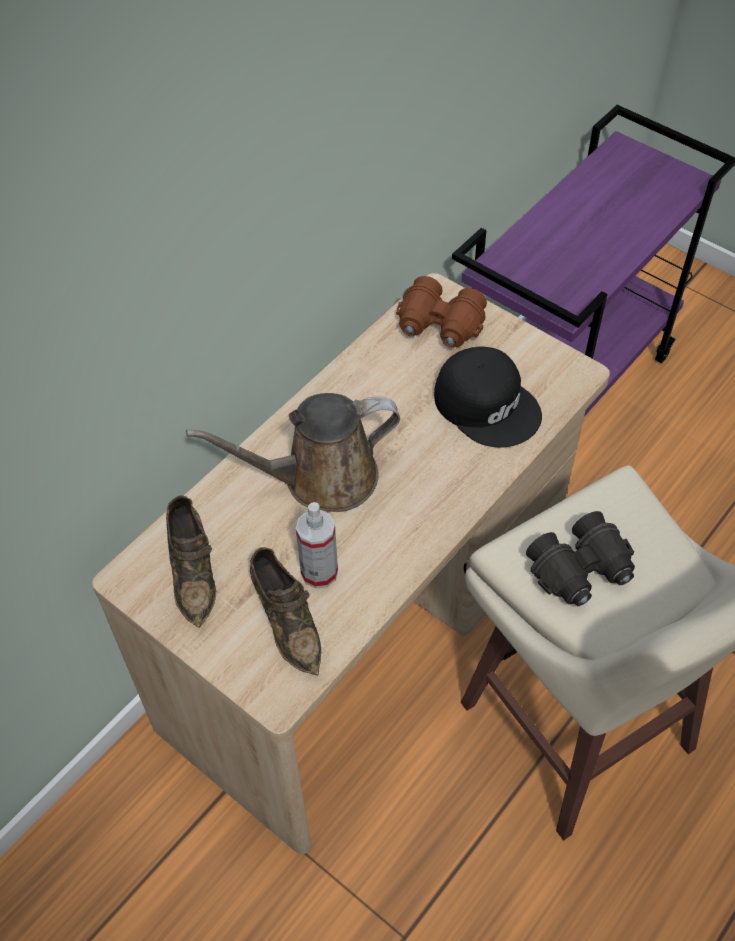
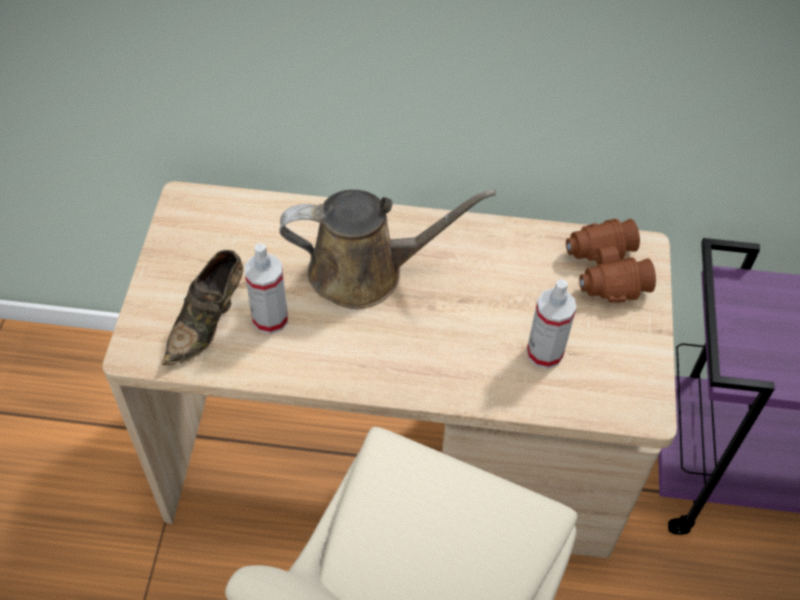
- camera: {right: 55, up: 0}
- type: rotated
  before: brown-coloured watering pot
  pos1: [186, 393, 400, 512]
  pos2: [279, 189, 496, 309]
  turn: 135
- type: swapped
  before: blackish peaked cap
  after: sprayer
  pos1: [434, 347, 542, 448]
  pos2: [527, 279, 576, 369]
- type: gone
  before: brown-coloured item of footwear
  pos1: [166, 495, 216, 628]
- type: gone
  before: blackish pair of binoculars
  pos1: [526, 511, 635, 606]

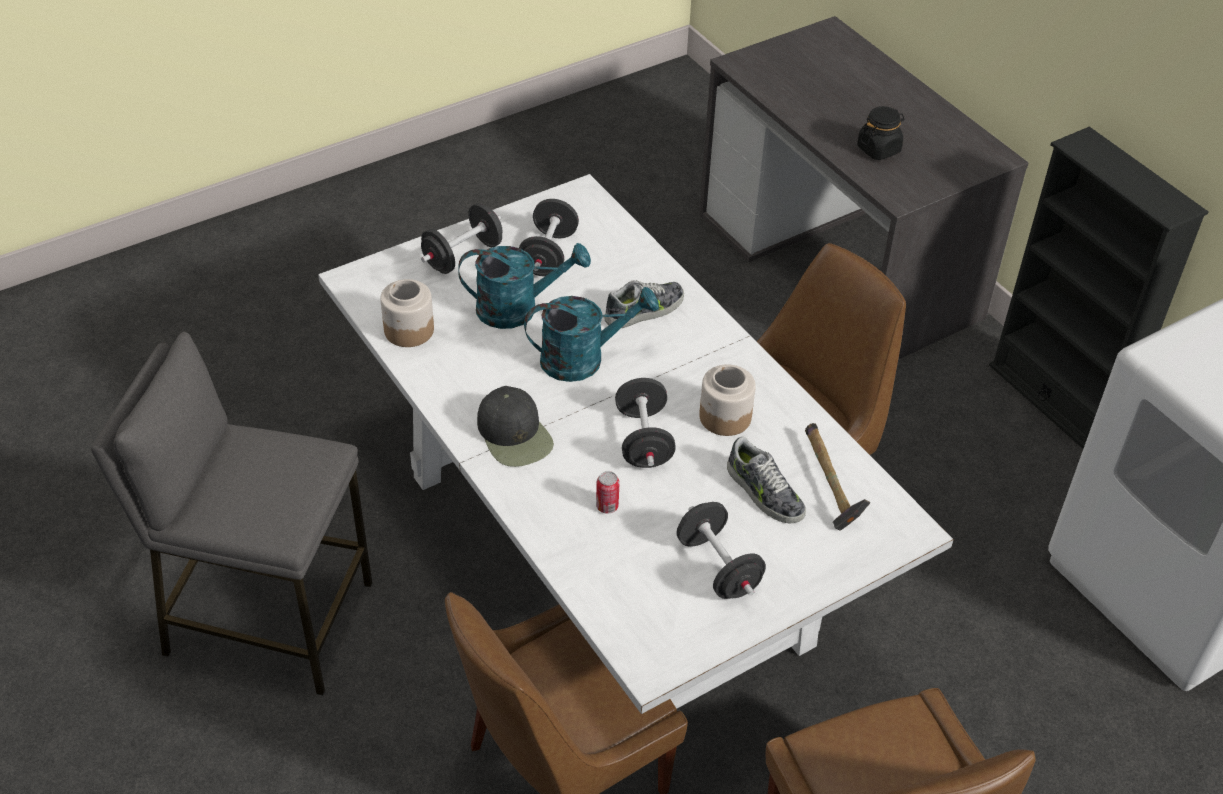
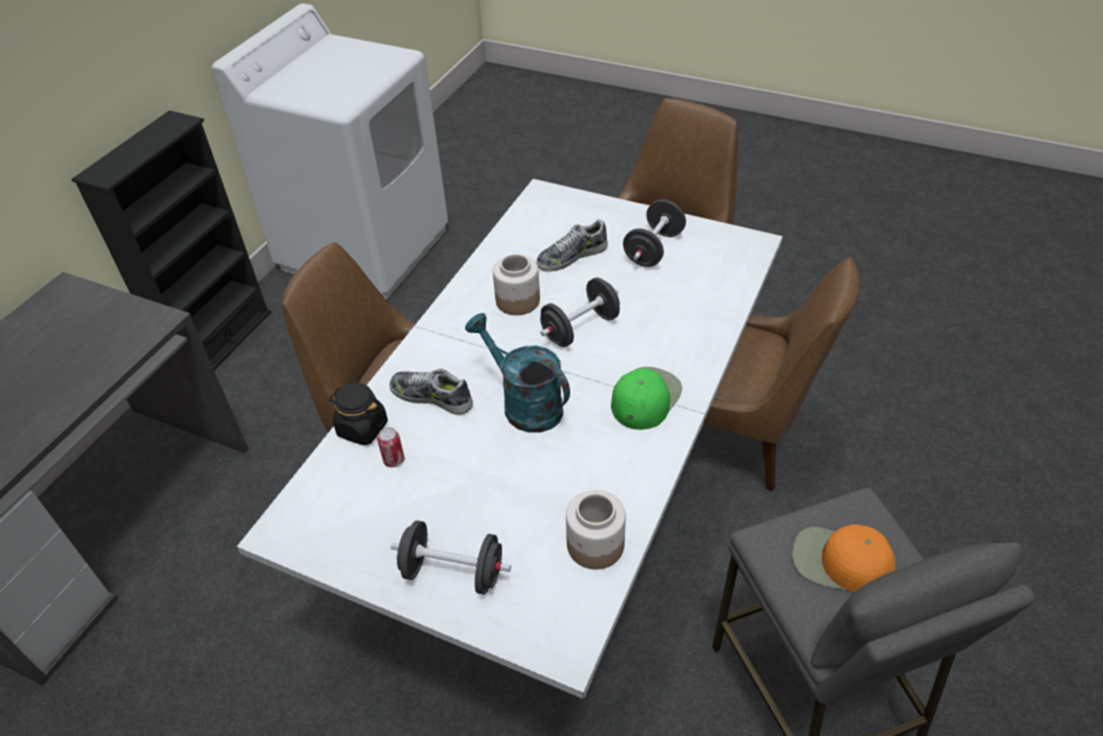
- camera: {right: -120, up: 0}
- type: shifted
  before: blackish preserve jar
  pos1: [857, 106, 904, 160]
  pos2: [329, 383, 388, 446]
- type: shifted
  before: can
  pos1: [596, 471, 620, 514]
  pos2: [377, 427, 404, 467]
- type: rotated
  before: item of footwear
  pos1: [727, 437, 806, 524]
  pos2: [537, 219, 608, 272]
  turn: -135
- type: repainted
  before: blackish peaked cap
  after: green-coloured peaked cap
  pos1: [477, 386, 554, 467]
  pos2: [611, 367, 682, 430]
- type: new
  after: orangey peaked cap
  pos2: [792, 524, 895, 592]
- type: gone
  before: blue-green watering pot
  pos1: [458, 243, 591, 329]
- type: gone
  before: blackish dumbbell
  pos1: [519, 199, 579, 277]
- type: gone
  before: tool hammer
  pos1: [805, 423, 870, 531]

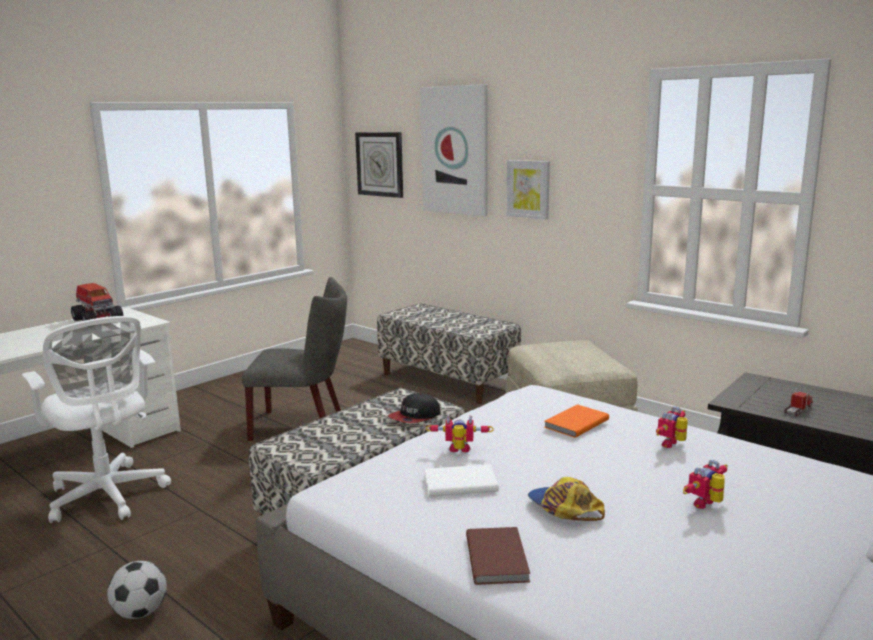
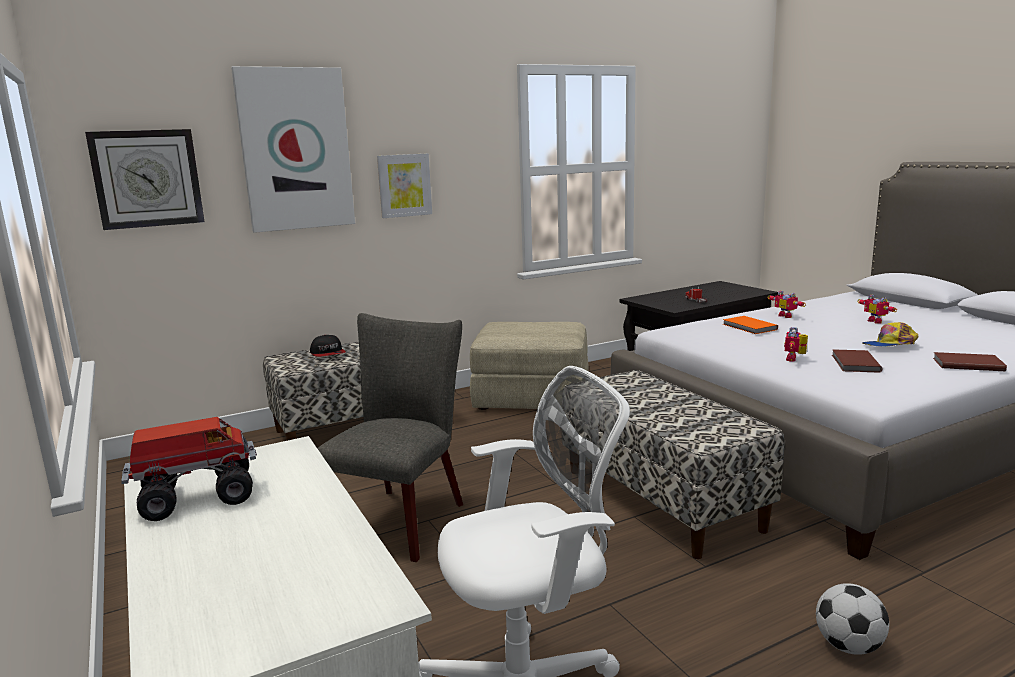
- camera: {right: -70, up: 0}
- type: shifted
  before: peaked cap
  pos1: [388, 393, 440, 423]
  pos2: [310, 335, 346, 357]
- type: repainted
  before: whitish volume
  after: brown-coloured volume
  pos1: [424, 464, 499, 497]
  pos2: [832, 349, 882, 373]

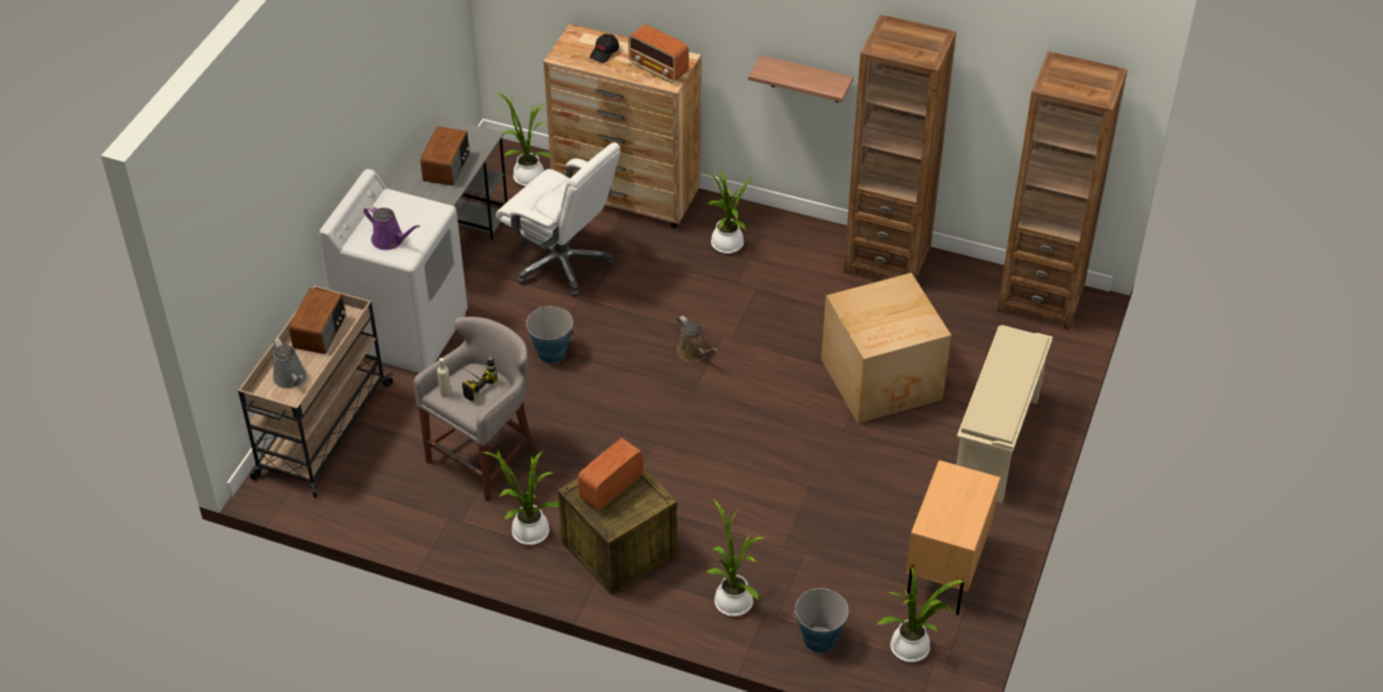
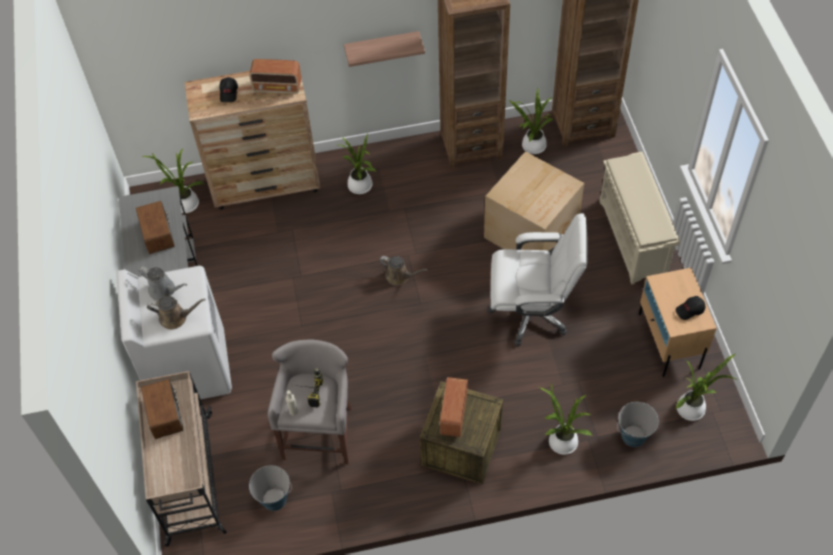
- camera: {right: -30, up: 10}
- type: shifted
  before: grey watering pot
  pos1: [273, 338, 307, 389]
  pos2: [138, 266, 187, 301]
- type: repainted
  before: purple watering pot
  after: brown-coloured watering pot
  pos1: [364, 205, 420, 250]
  pos2: [147, 296, 206, 330]
- type: shifted
  before: water bucket
  pos1: [526, 306, 574, 364]
  pos2: [249, 465, 292, 511]
- type: shifted
  before: whitish office chair
  pos1: [496, 142, 621, 297]
  pos2: [488, 213, 588, 346]
- type: shifted
  before: plant in a pot
  pos1: [483, 449, 559, 545]
  pos2: [509, 88, 553, 154]
- type: new
  after: blackish peaked cap
  pos2: [675, 296, 705, 320]

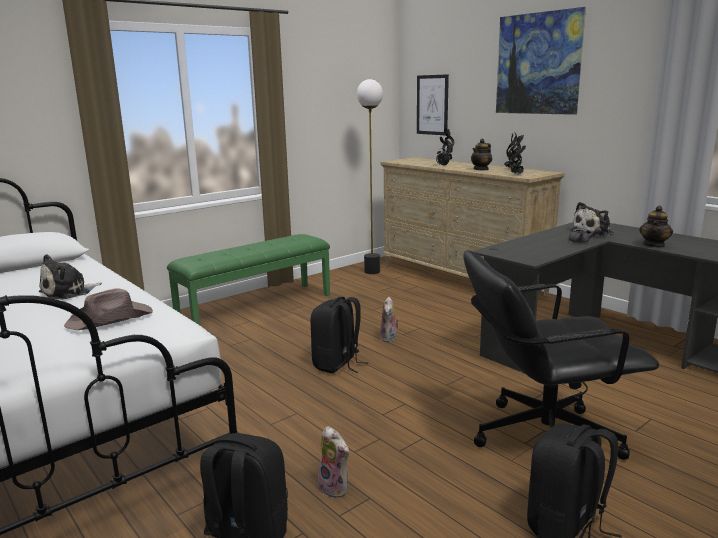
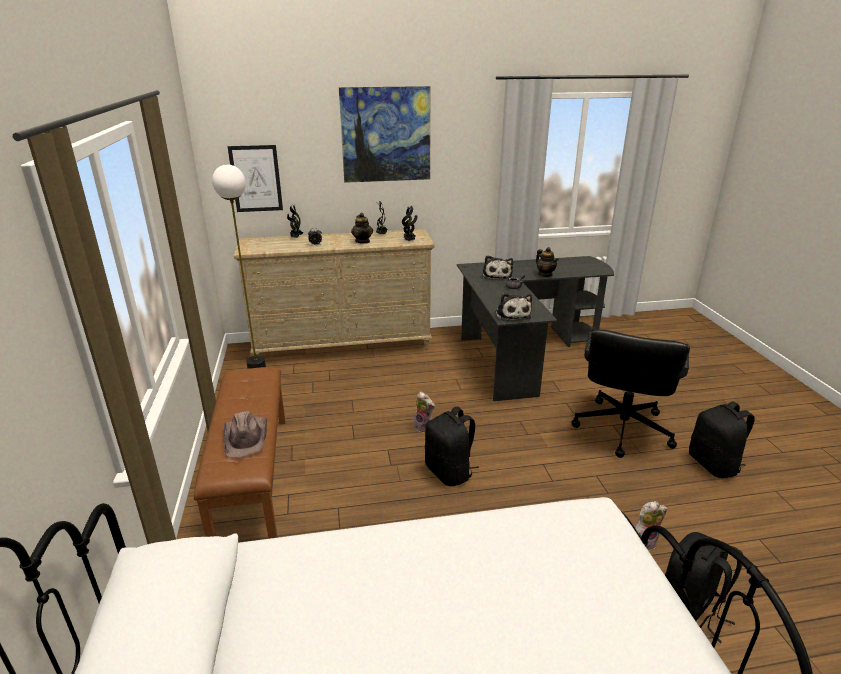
- camera: {right: -60, up: 10}
- type: repainted
  before: green-coloured indoor bench
  after: brown-coloured indoor bench
  pos1: [167, 234, 330, 325]
  pos2: [194, 367, 285, 539]
- type: shifted
  before: brown-coloured hat
  pos1: [64, 288, 153, 330]
  pos2: [224, 412, 268, 458]
- type: shifted
  before: soft toy
  pos1: [39, 254, 102, 300]
  pos2: [495, 293, 532, 321]

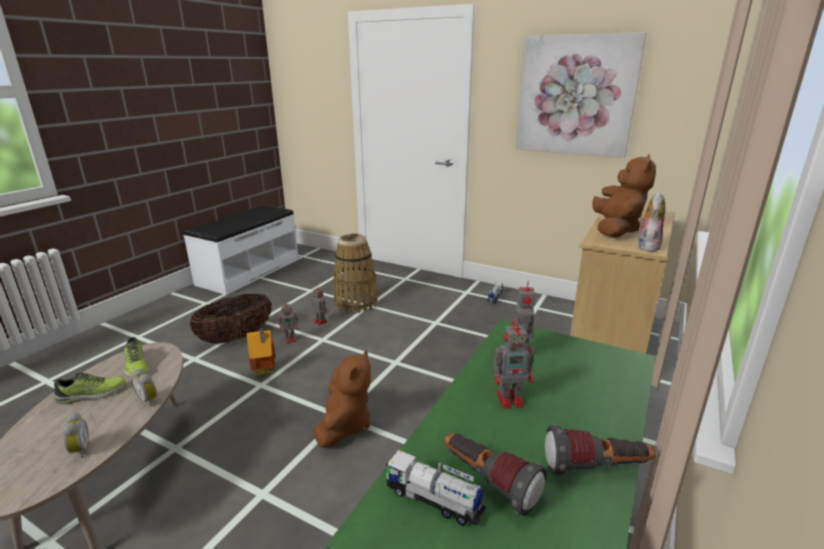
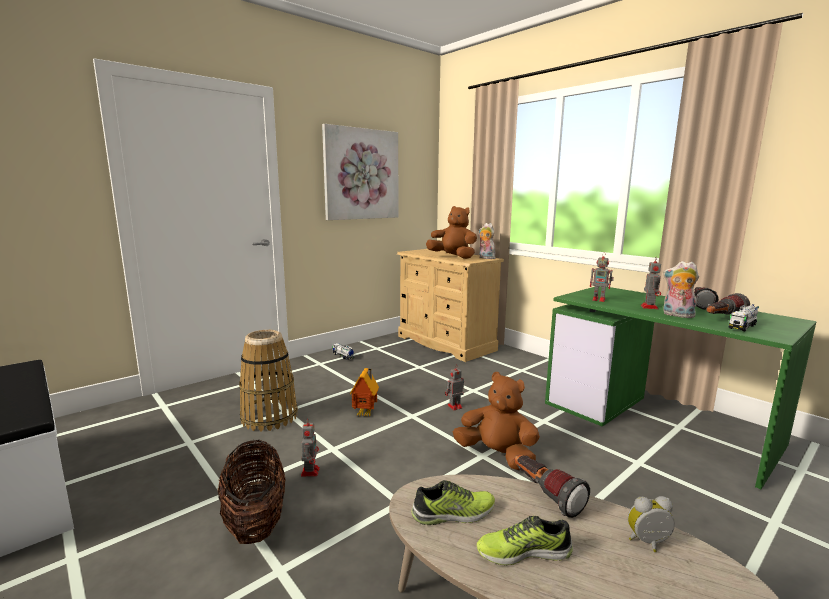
- camera: {right: -70, up: -10}
- type: shifted
  before: miniature house
  pos1: [247, 330, 276, 376]
  pos2: [350, 368, 379, 416]
- type: shifted
  before: robot figure
  pos1: [311, 285, 329, 325]
  pos2: [445, 365, 464, 410]
- type: rotated
  before: item of footwear
  pos1: [54, 373, 126, 404]
  pos2: [477, 516, 573, 565]
  turn: -90
- type: swapped
  before: bedside clock
  after: torch
  pos1: [132, 369, 157, 407]
  pos2: [514, 455, 590, 518]
- type: new
  after: soft toy
  pos2: [663, 261, 699, 318]

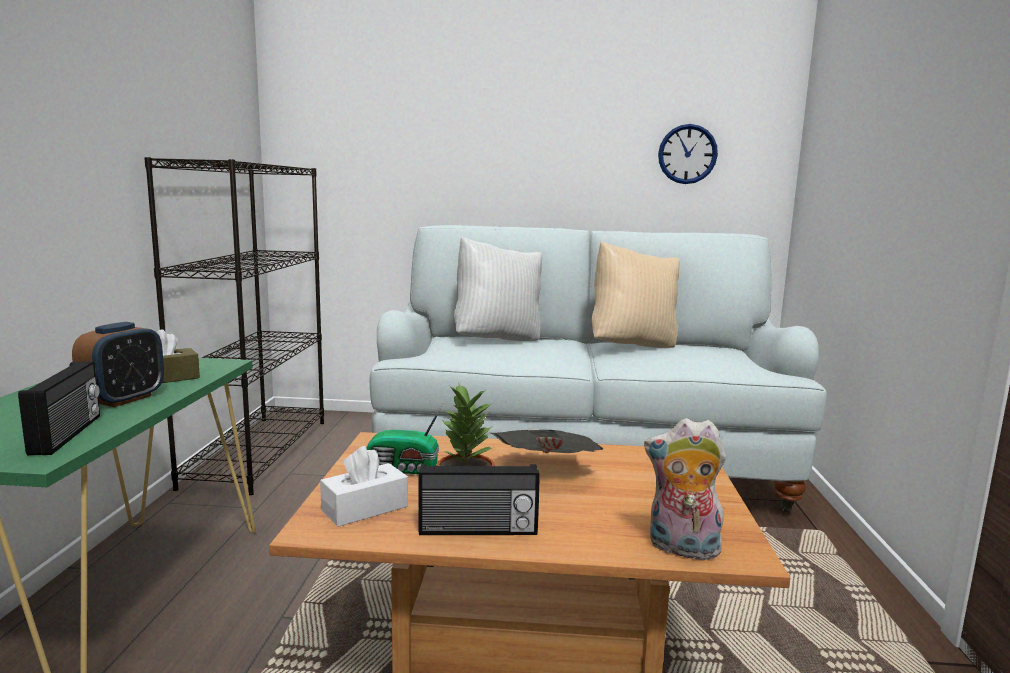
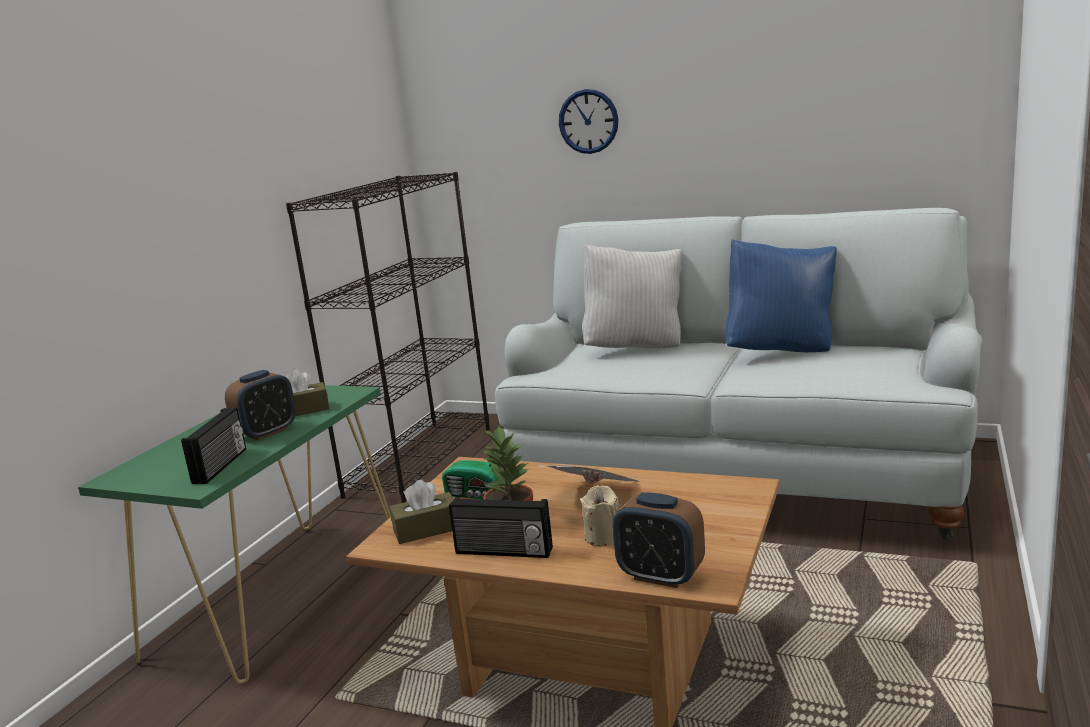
- camera: {right: 20, up: 5}
- type: repainted
  before: whitish box of tissues
  after: brown-coloured box of tissues
  pos1: [320, 446, 408, 527]
  pos2: [390, 480, 454, 544]
- type: shifted
  before: wall clock
  pos1: [658, 124, 718, 184]
  pos2: [559, 89, 618, 154]
- type: new
  after: beige-coloured candle
  pos2: [580, 485, 619, 546]
- type: swapped
  before: soft toy
  after: bedside clock
  pos1: [644, 418, 726, 563]
  pos2: [613, 493, 705, 588]
- type: repainted
  before: beige-coloured throw pillow
  after: blue-coloured throw pillow
  pos1: [591, 241, 680, 348]
  pos2: [725, 239, 837, 352]

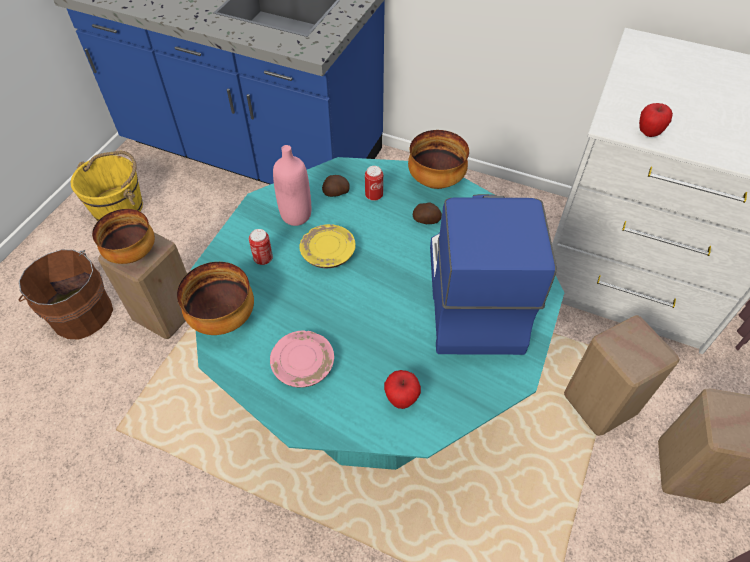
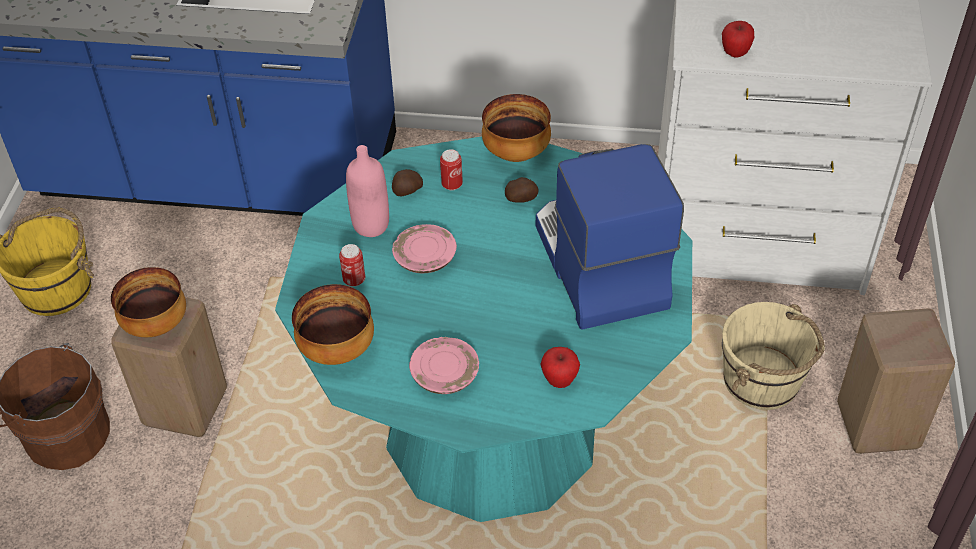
- camera: {right: -15, up: -5}
- type: repainted
  before: yellow flat dish
  after: pinkish flat dish
  pos1: [299, 224, 356, 268]
  pos2: [392, 224, 457, 273]
- type: swapped
  before: beige-coloured sitting stool
  after: beige-coloured water bucket
  pos1: [564, 315, 679, 436]
  pos2: [722, 302, 825, 410]

